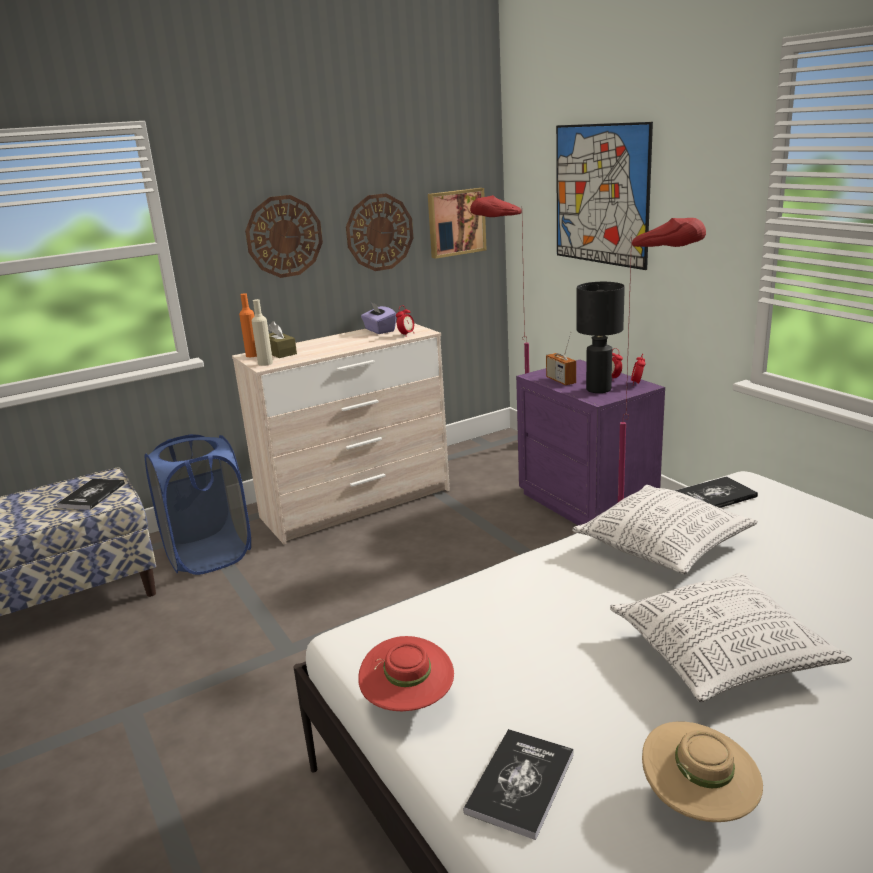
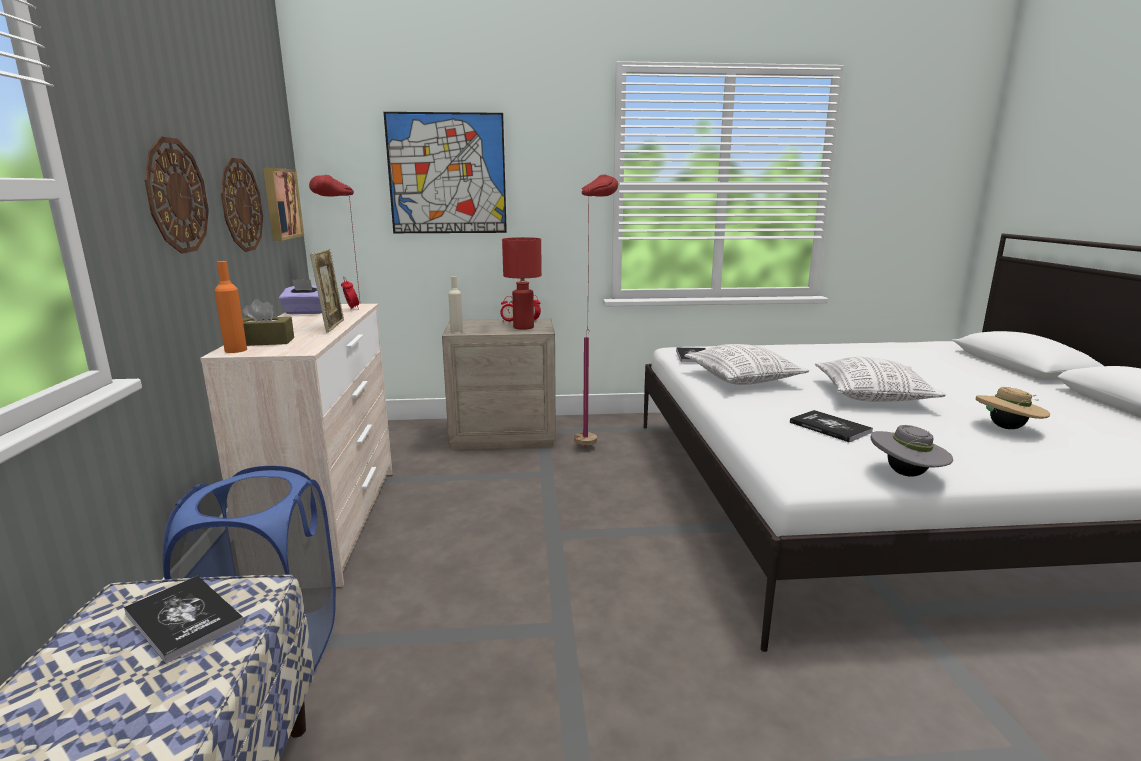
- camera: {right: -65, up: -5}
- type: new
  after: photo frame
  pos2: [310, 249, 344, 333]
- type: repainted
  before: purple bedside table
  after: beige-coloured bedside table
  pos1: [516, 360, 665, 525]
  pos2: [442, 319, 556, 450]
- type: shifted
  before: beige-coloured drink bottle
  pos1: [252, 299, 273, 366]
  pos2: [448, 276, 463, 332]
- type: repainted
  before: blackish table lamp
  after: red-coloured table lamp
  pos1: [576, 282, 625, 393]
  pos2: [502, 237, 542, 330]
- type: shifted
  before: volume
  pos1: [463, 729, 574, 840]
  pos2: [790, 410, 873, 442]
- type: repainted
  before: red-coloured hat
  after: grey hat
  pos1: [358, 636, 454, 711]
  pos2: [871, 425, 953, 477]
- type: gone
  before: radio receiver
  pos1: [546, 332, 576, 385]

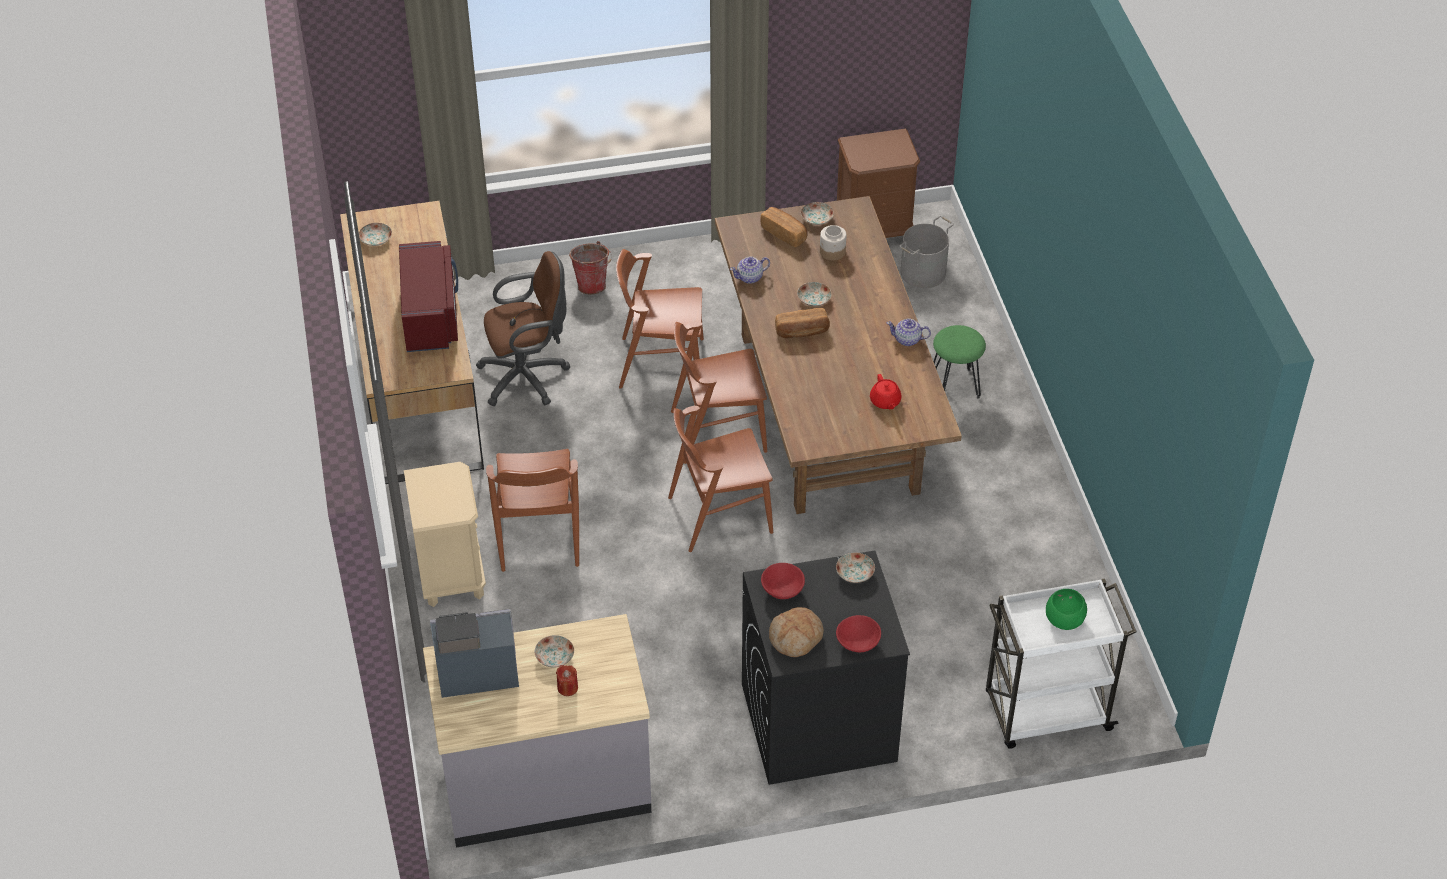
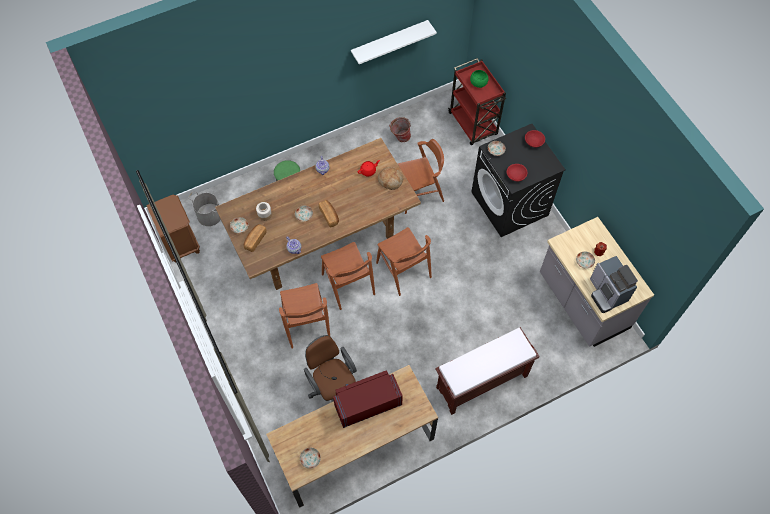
- camera: {right: -105, up: 15}
- type: new
  after: whitish wall shelf
  pos2: [351, 20, 437, 64]
- type: shifted
  before: bakery bread
  pos1: [769, 607, 824, 657]
  pos2: [378, 167, 404, 190]
- type: shifted
  before: water bucket
  pos1: [569, 241, 612, 294]
  pos2: [389, 117, 411, 142]
- type: shifted
  before: brown-coloured plain chair
  pos1: [486, 449, 579, 572]
  pos2: [398, 139, 444, 214]
- type: swapped
  before: beige-coloured bedside table
  after: brown-coloured indoor bench
  pos1: [404, 462, 486, 607]
  pos2: [435, 327, 539, 415]
- type: repainted
  before: whitish wheeled cart
  after: red-coloured wheeled cart
  pos1: [986, 578, 1137, 749]
  pos2: [448, 58, 506, 145]

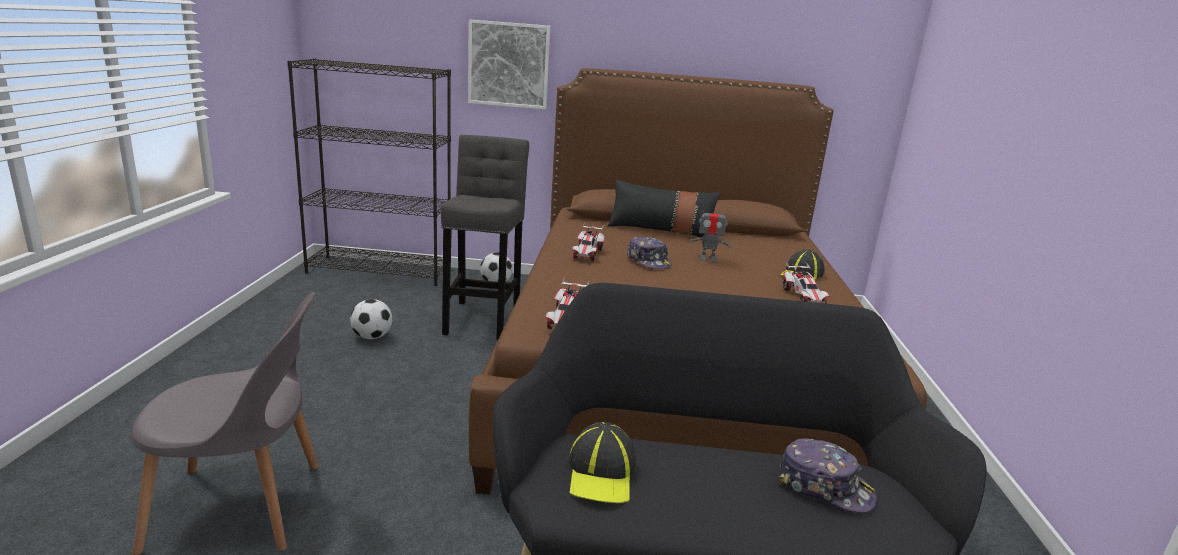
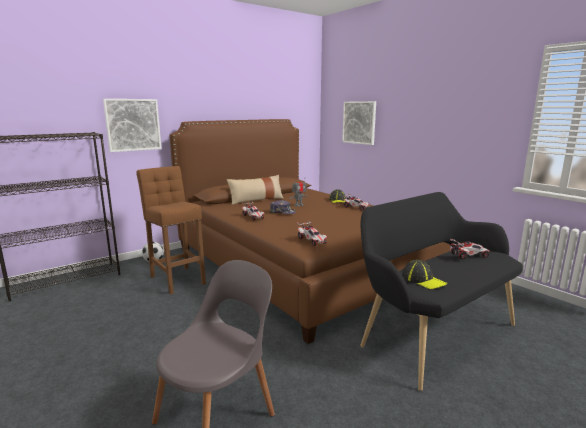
- camera: {right: -40, up: -5}
- type: repainted
  before: grey sitting stool
  after: brown-coloured sitting stool
  pos1: [441, 135, 529, 340]
  pos2: [136, 166, 206, 295]
- type: repainted
  before: blackish throw pillow
  after: beige-coloured throw pillow
  pos1: [608, 179, 720, 238]
  pos2: [227, 175, 284, 205]
- type: new
  after: wall picture
  pos2: [342, 101, 376, 145]
- type: swapped
  before: peaked cap
  after: model car
  pos1: [778, 438, 877, 513]
  pos2: [450, 239, 491, 260]
- type: gone
  before: ball for football
  pos1: [350, 299, 392, 339]

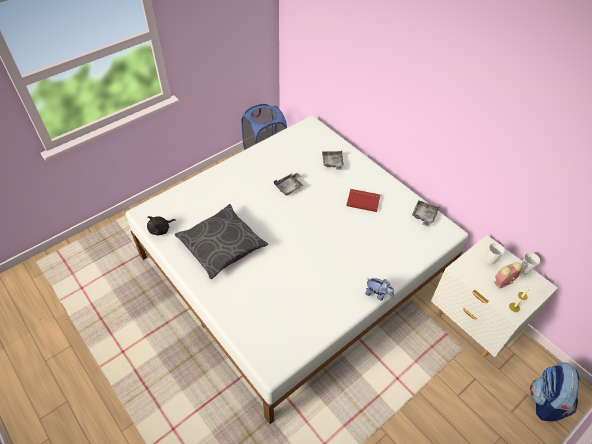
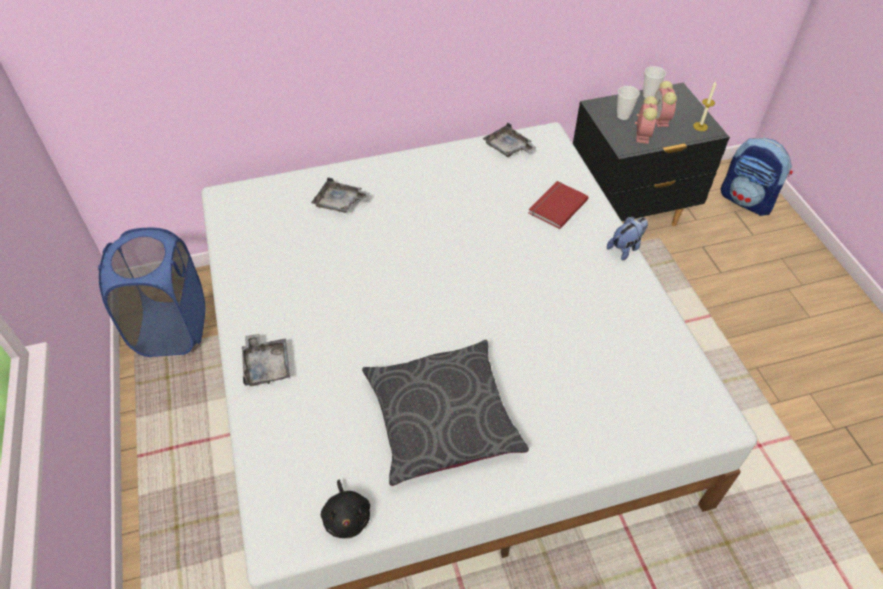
- camera: {right: -65, up: 0}
- type: shifted
  before: grey serving tray
  pos1: [274, 172, 304, 196]
  pos2: [242, 334, 290, 386]
- type: shifted
  before: red-coloured volume
  pos1: [346, 189, 380, 212]
  pos2: [529, 181, 589, 229]
- type: repainted
  before: whitish bedside table
  after: blackish bedside table
  pos1: [431, 235, 558, 357]
  pos2: [573, 83, 730, 226]
- type: new
  after: bedside clock
  pos2: [635, 96, 657, 144]

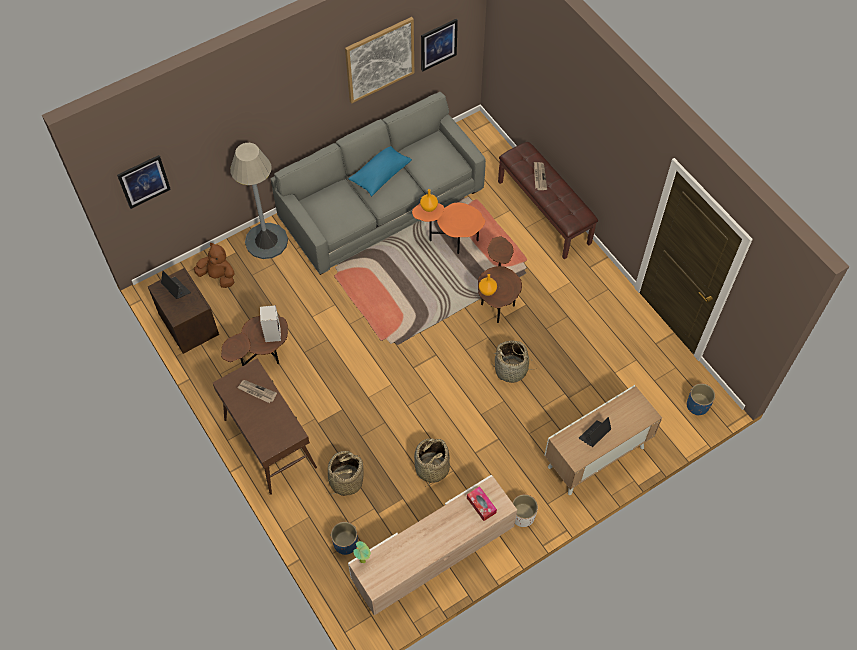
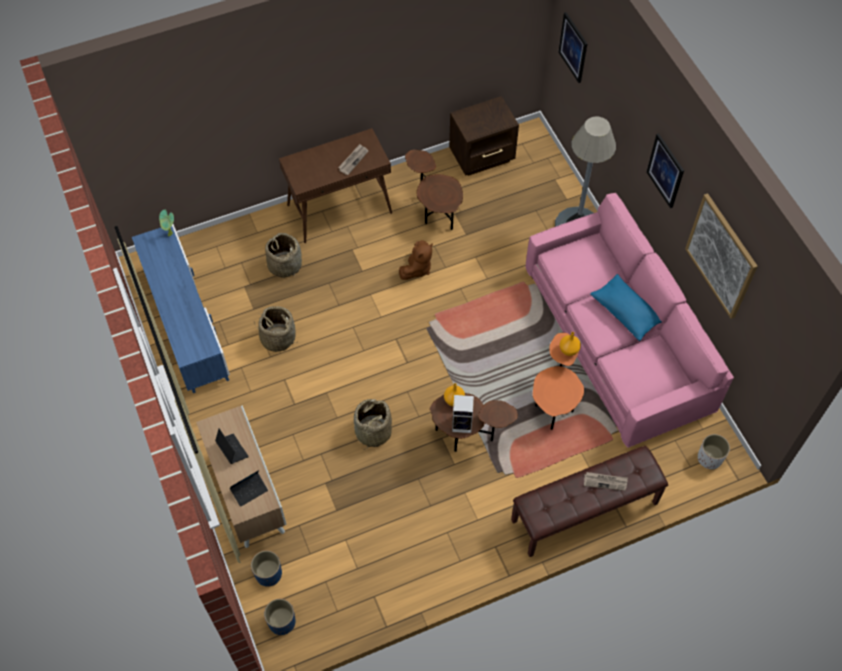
- camera: {right: 100, up: 0}
- type: repainted
  before: beige-coloured media console
  after: blue-coloured media console
  pos1: [348, 475, 517, 615]
  pos2: [132, 224, 230, 393]
- type: shifted
  before: notebook computer
  pos1: [161, 271, 191, 299]
  pos2: [230, 470, 268, 507]
- type: shifted
  before: blue-coloured flower pot
  pos1: [331, 522, 358, 555]
  pos2: [251, 550, 282, 587]
- type: shifted
  before: brown-coloured soft toy
  pos1: [194, 243, 234, 288]
  pos2: [399, 240, 433, 280]
- type: shifted
  before: speaker
  pos1: [260, 305, 281, 342]
  pos2: [452, 395, 474, 433]
- type: repainted
  before: grey sofa
  after: pinkish sofa
  pos1: [271, 92, 486, 275]
  pos2: [526, 193, 734, 448]
- type: shifted
  before: wall picture
  pos1: [421, 19, 458, 72]
  pos2: [647, 133, 684, 208]
- type: shifted
  before: whitish flower pot
  pos1: [512, 494, 538, 527]
  pos2: [698, 434, 730, 470]
- type: gone
  before: box of tissues
  pos1: [467, 486, 497, 521]

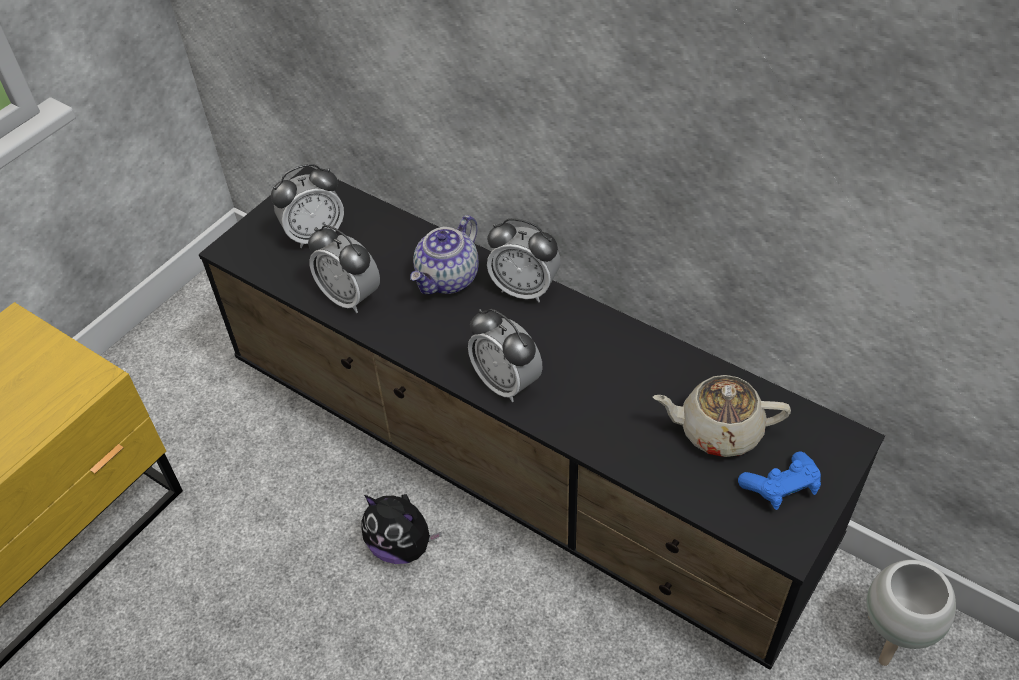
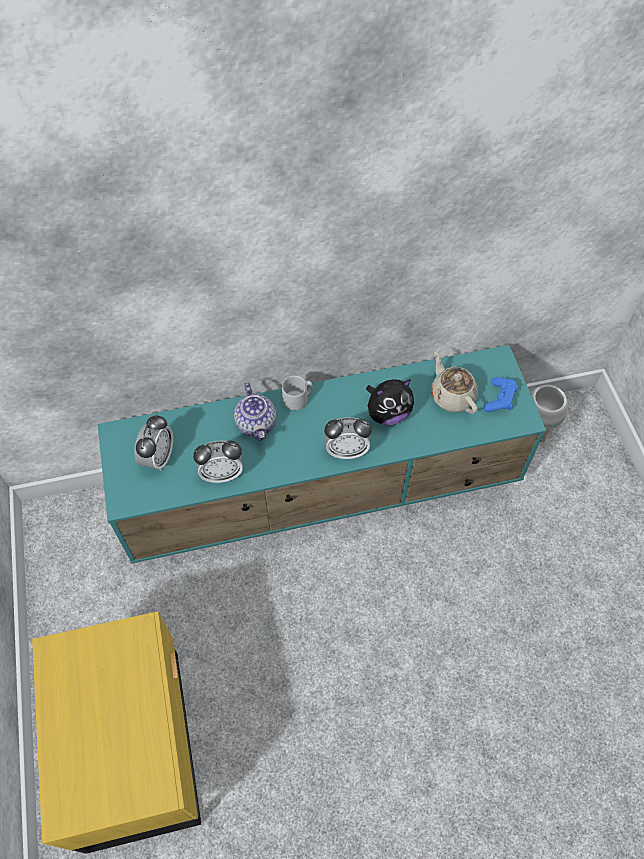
- camera: {right: -50, up: 10}
- type: repainted
  before: blackish media console
  after: blue-green media console
  pos1: [198, 166, 885, 670]
  pos2: [97, 345, 547, 564]
- type: swapped
  before: bedside clock
  after: grey mug
  pos1: [487, 218, 560, 302]
  pos2: [282, 376, 313, 410]
- type: shifted
  before: soft toy
  pos1: [362, 494, 442, 564]
  pos2: [366, 379, 414, 425]
- type: rotated
  before: beige-coloured tea pot
  pos1: [653, 375, 791, 457]
  pos2: [431, 352, 478, 414]
  turn: 105

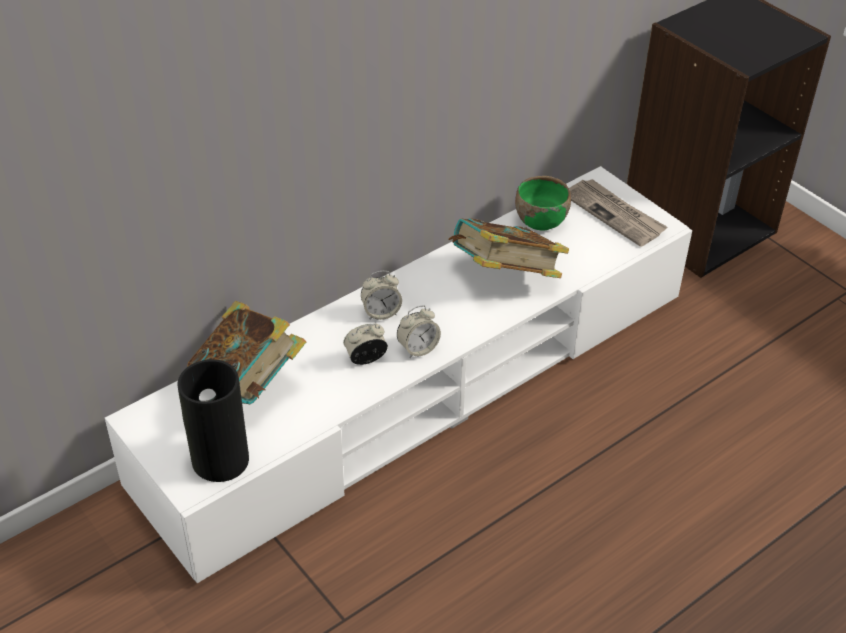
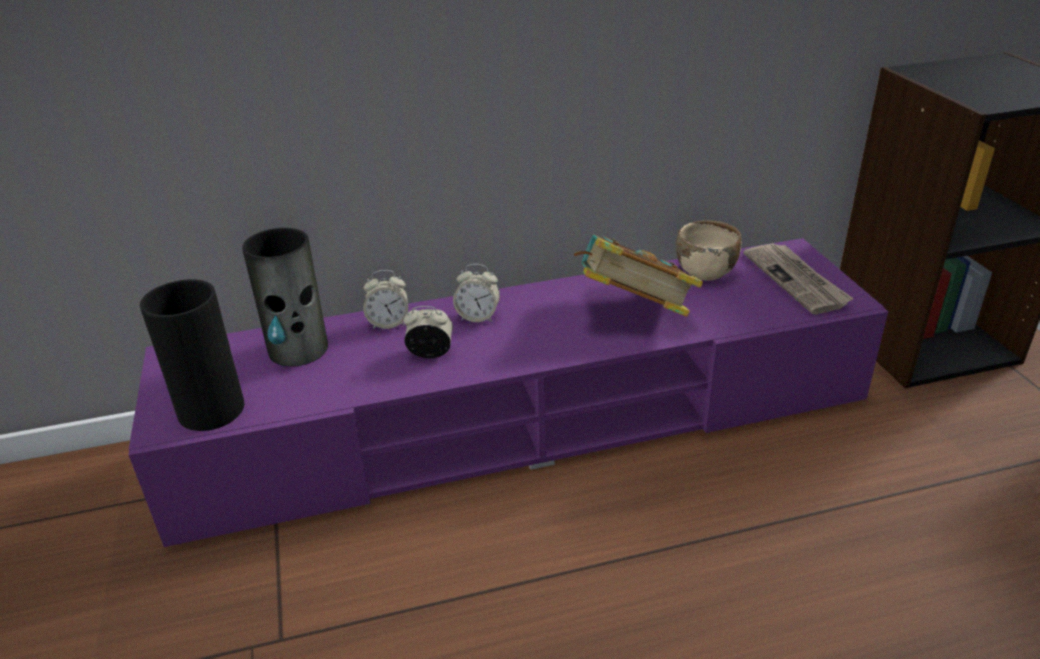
- camera: {right: 25, up: -10}
- type: repainted
  before: whitish media console
  after: purple media console
  pos1: [105, 166, 692, 583]
  pos2: [129, 238, 888, 547]
- type: swapped
  before: volume
  after: vase
  pos1: [187, 301, 306, 404]
  pos2: [242, 228, 328, 366]
- type: shifted
  before: bedside clock
  pos1: [397, 305, 441, 358]
  pos2: [363, 270, 408, 329]
- type: repainted
  before: green-coloured deep dish
  after: beige-coloured deep dish
  pos1: [515, 176, 571, 231]
  pos2: [676, 221, 742, 281]

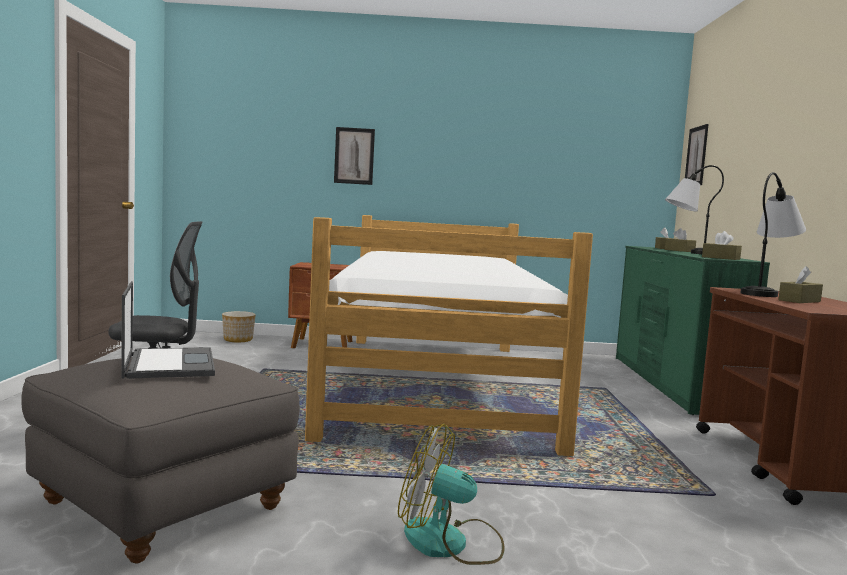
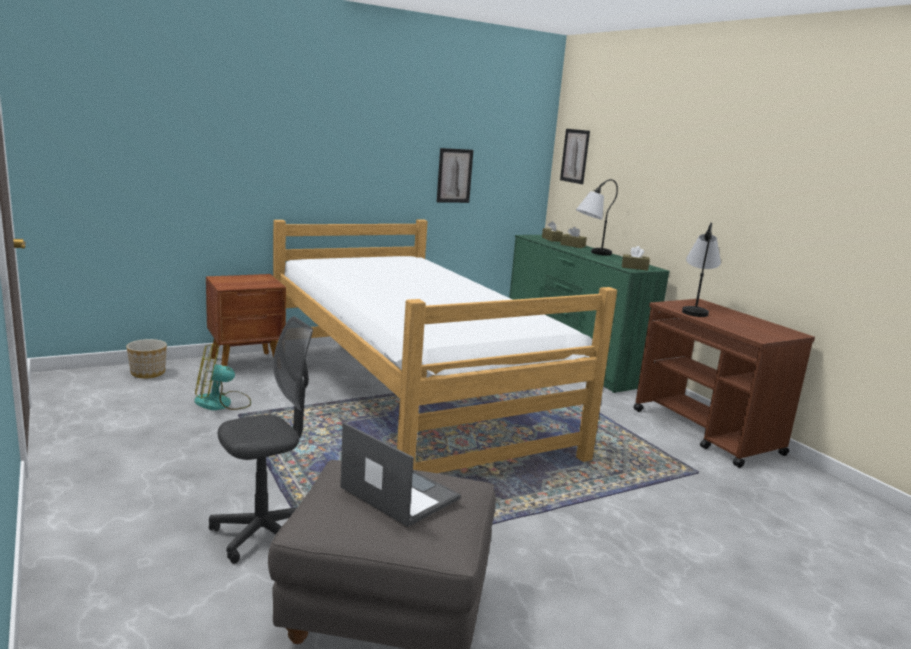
- camera: {right: -30, up: 10}
- type: shifted
  before: fan
  pos1: [398, 424, 504, 565]
  pos2: [194, 344, 251, 410]
- type: shifted
  before: wall picture
  pos1: [334, 127, 375, 185]
  pos2: [437, 148, 473, 203]
- type: gone
  before: brown-coloured box of tissues
  pos1: [778, 266, 823, 303]

